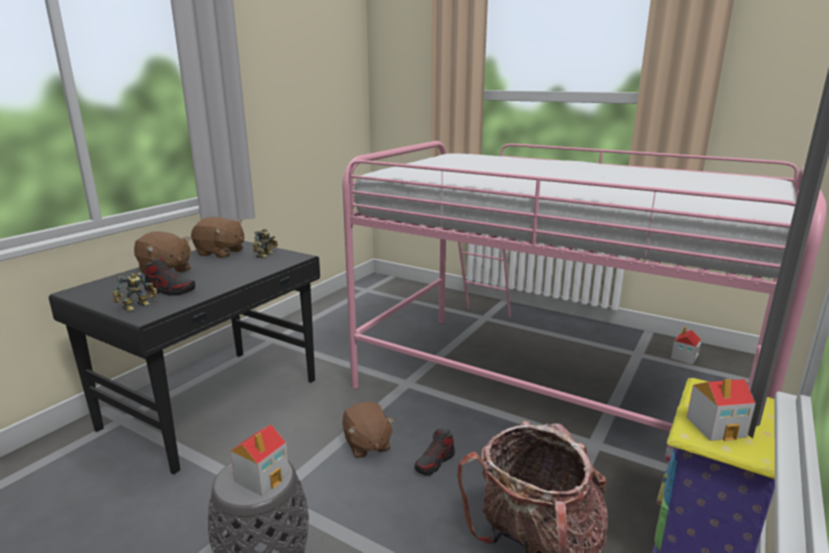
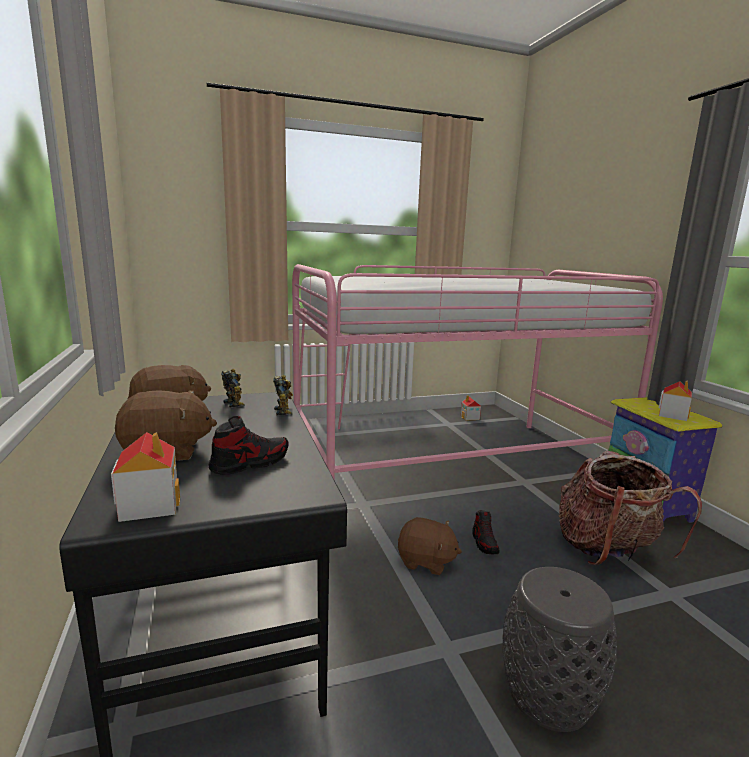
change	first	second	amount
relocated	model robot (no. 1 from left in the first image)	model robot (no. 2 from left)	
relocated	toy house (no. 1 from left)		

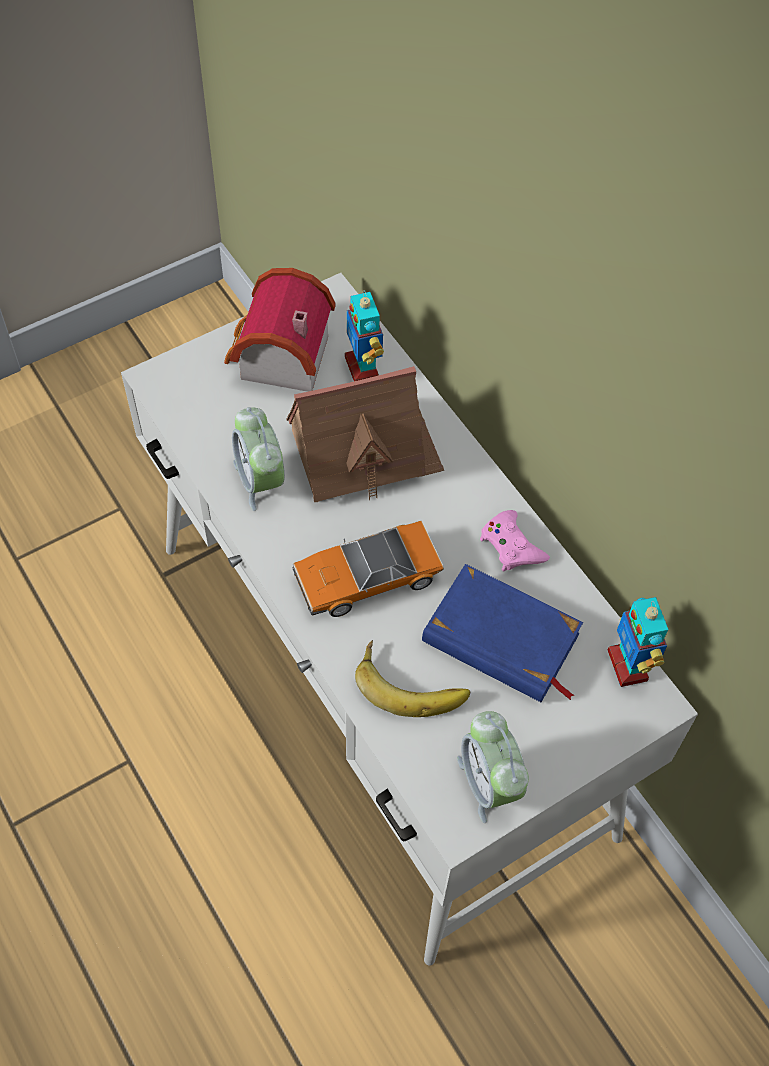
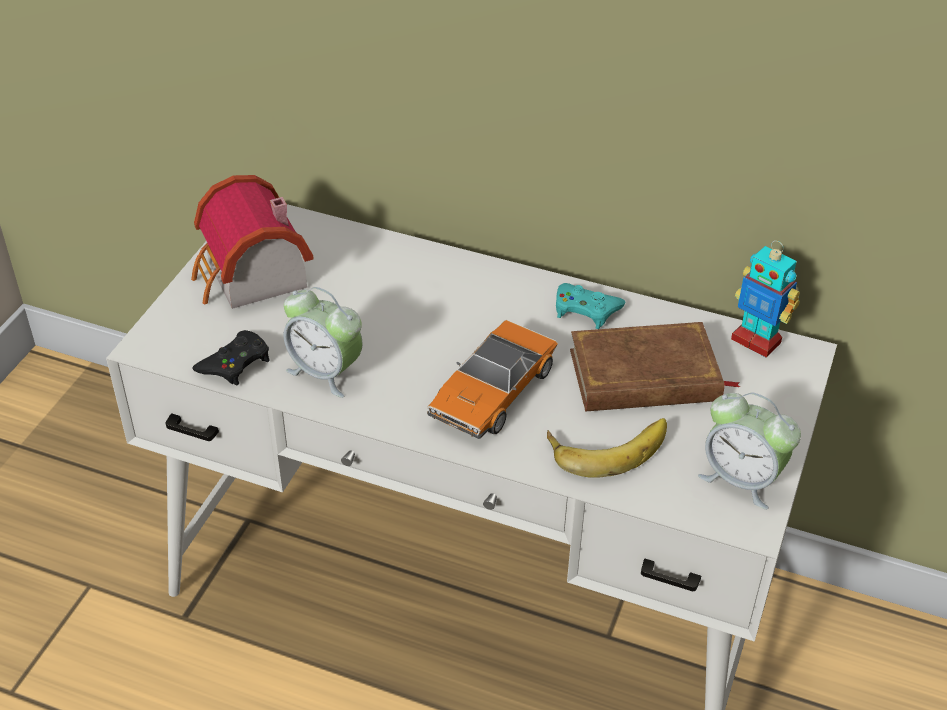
change	first	second	amount
missing	toy house (no. 2 from left)		
missing	model robot (no. 1 from left)		
colour	volume/bluish	volume/brown	
colour	game controller/pink	game controller/blue-green	
appeared		game controller/blackish	

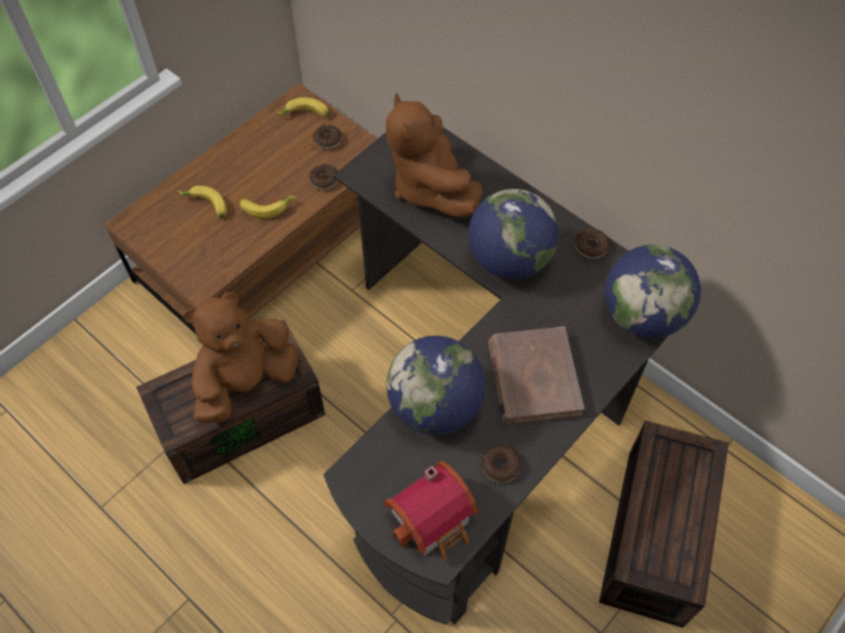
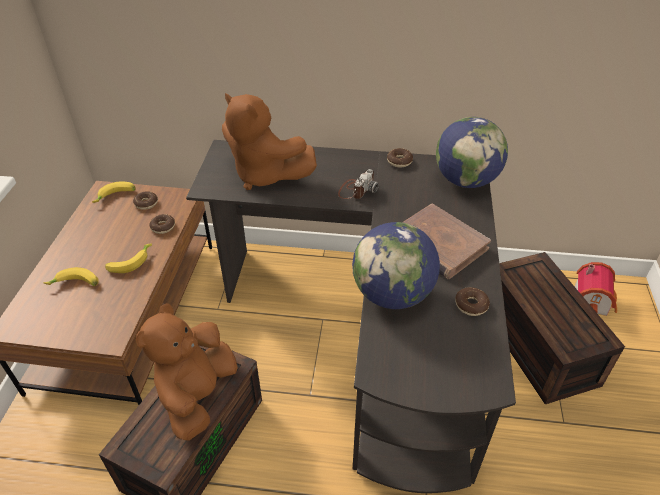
change	first	second	amount
relocated	toy house		
exchanged	desk globe (no. 2 from left)	photo camera	

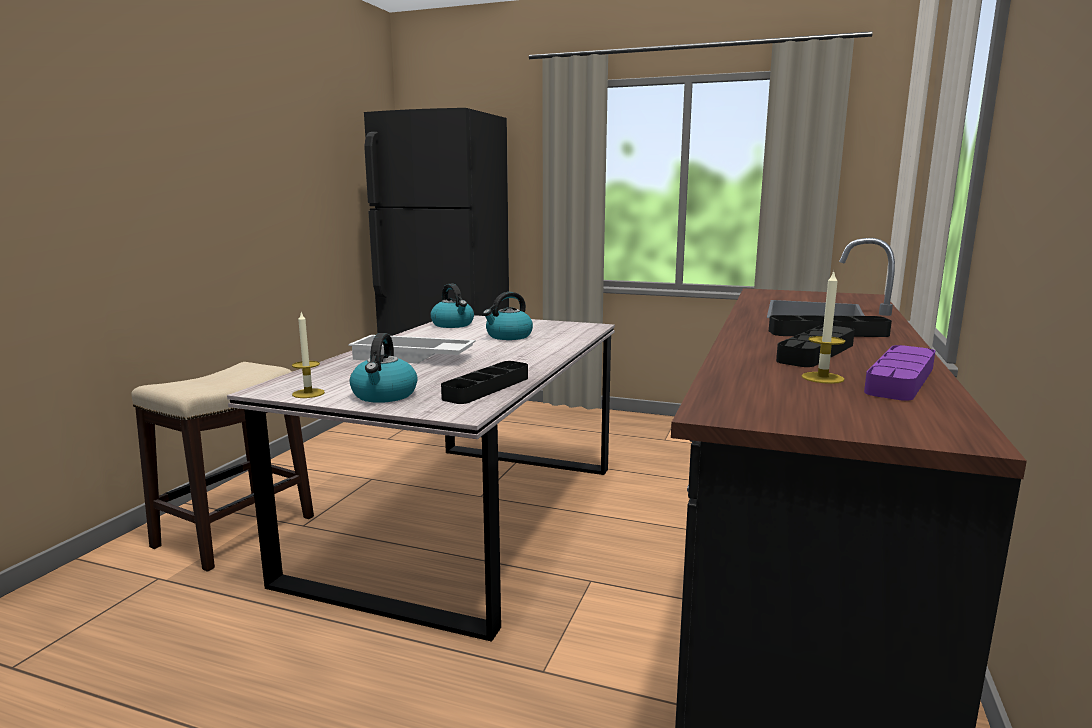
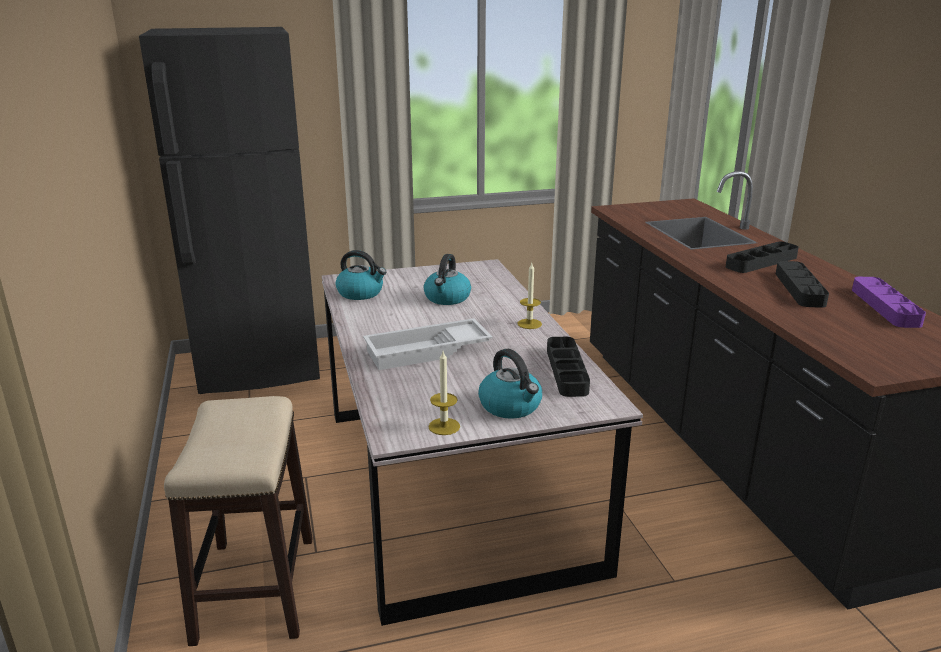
change	first	second	amount
relocated	wax candle (no. 2 from left)		

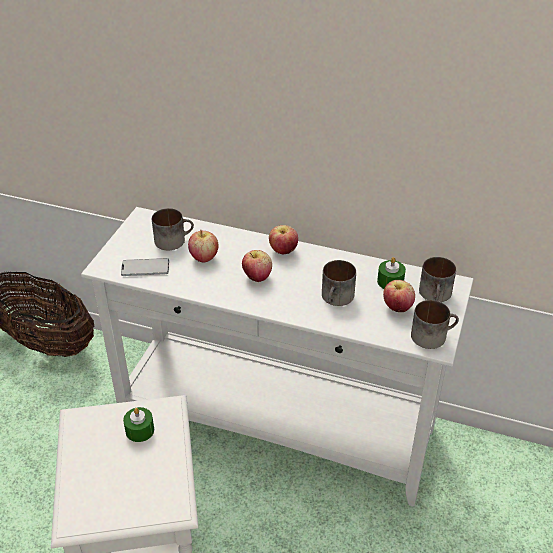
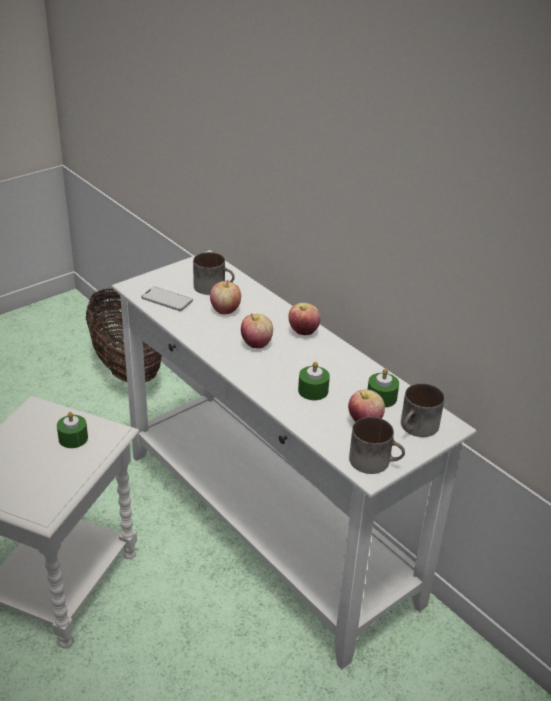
change	first	second	amount
exchanged	tea mug (no. 2 from left)	wax candle/green-coloured (no. 2 from left)	

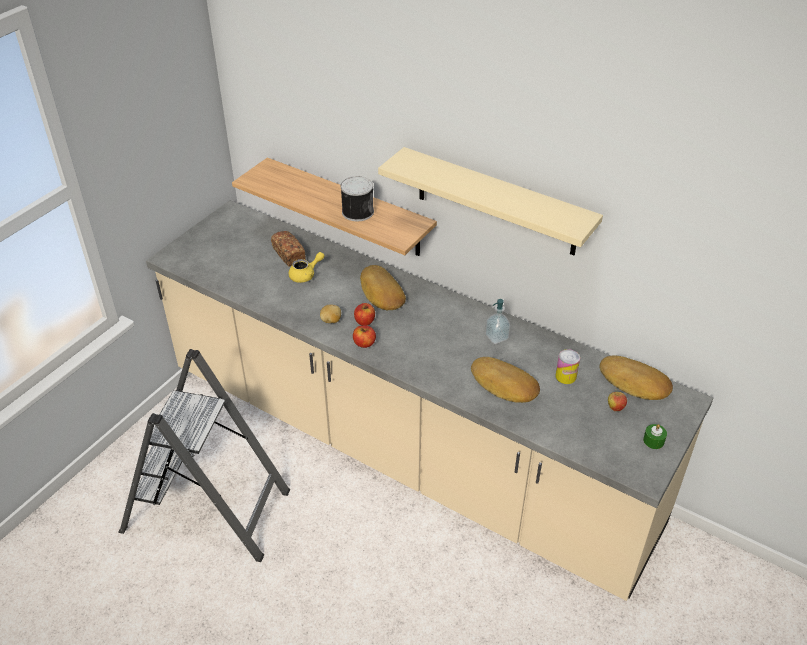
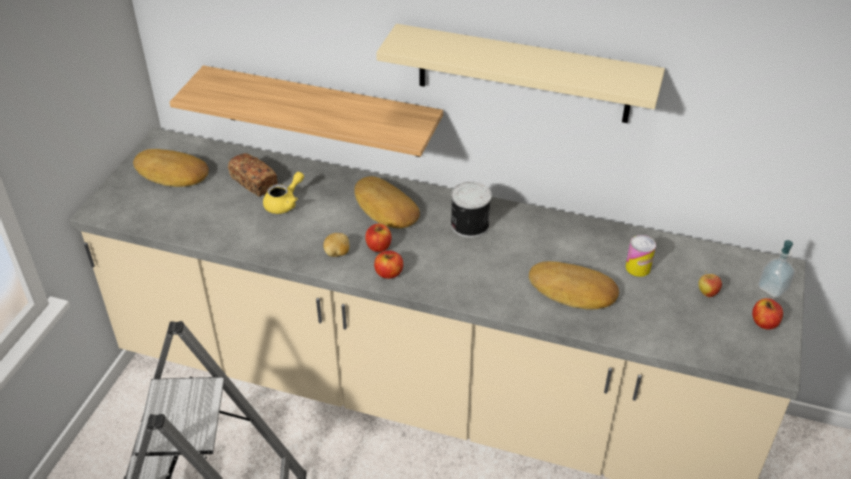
change	first	second	amount
relocated	sealed can (no. 1 from left)		
relocated	liquid soap bottle		
relocated	baked bread (no. 4 from left in the first image)	baked bread (no. 1 from left)	
exchanged	wax candle/green-coloured	whole apple (no. 4 from left)	

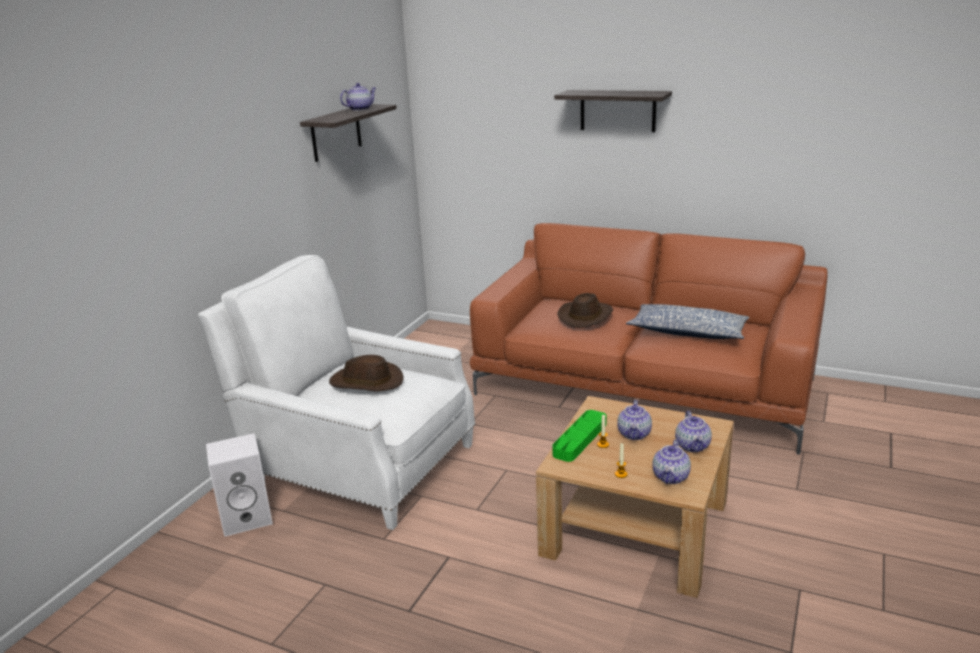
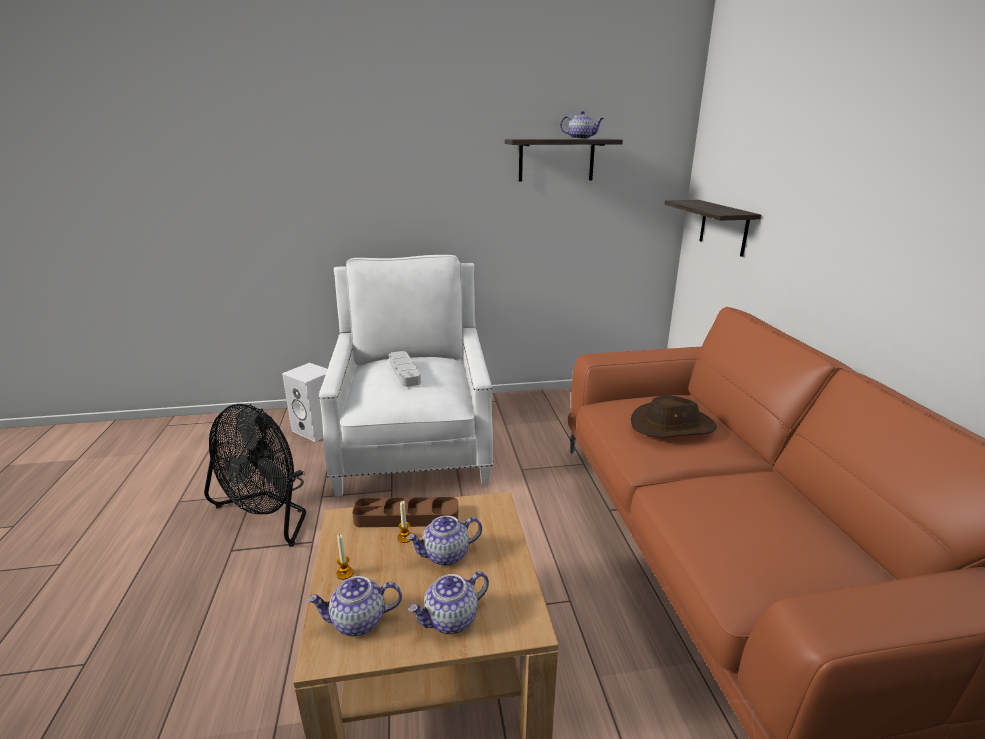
change	first	second	amount
exchanged	clothing hat/brown (no. 1 from left)	serving tray/gray	
colour	serving tray/green-coloured	serving tray/brown	
relocated	wall shelf (no. 2 from left)		
missing	pillow		
appeared		electric fan/blackish	

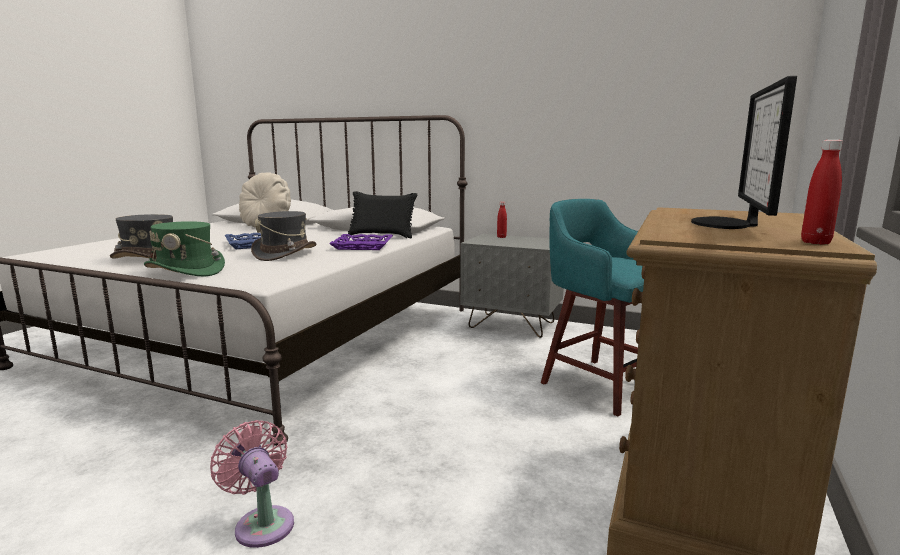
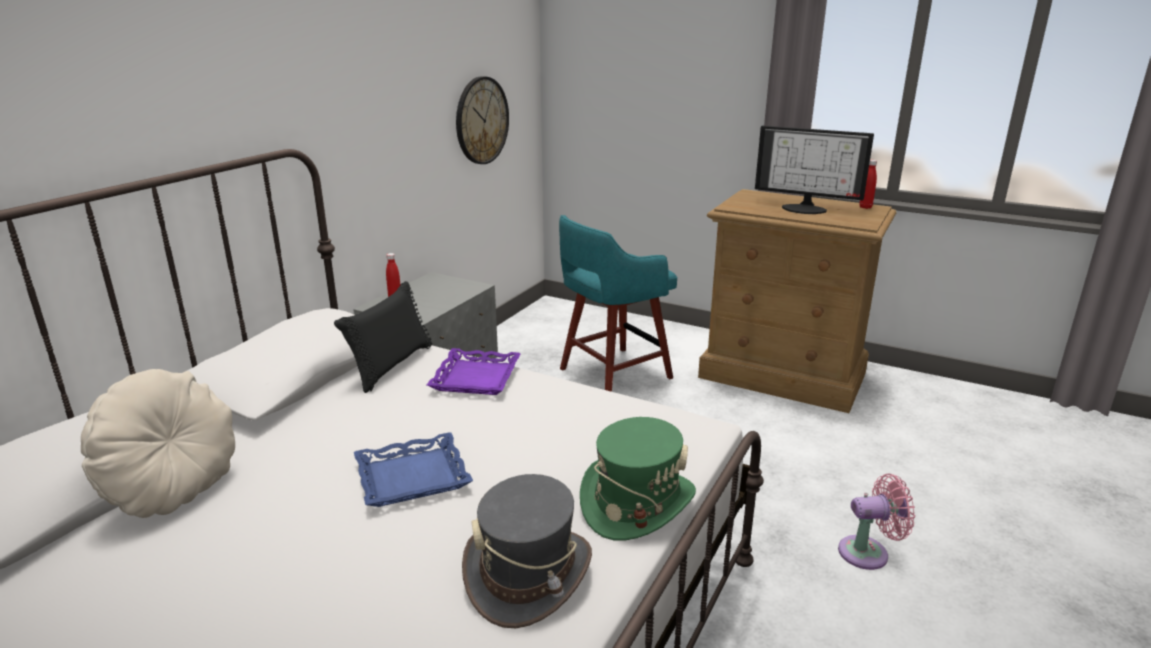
change	first	second	amount
spun	electric fan/pink		150 degrees counterclockwise
missing	clothing hat/gray (no. 2 from left)		
appeared		hanging clock	

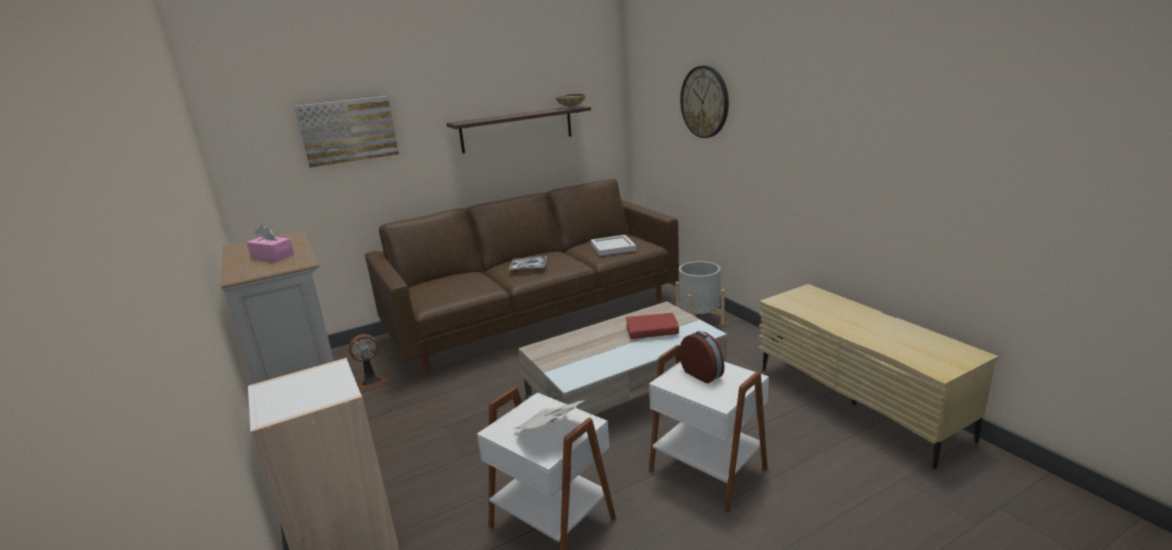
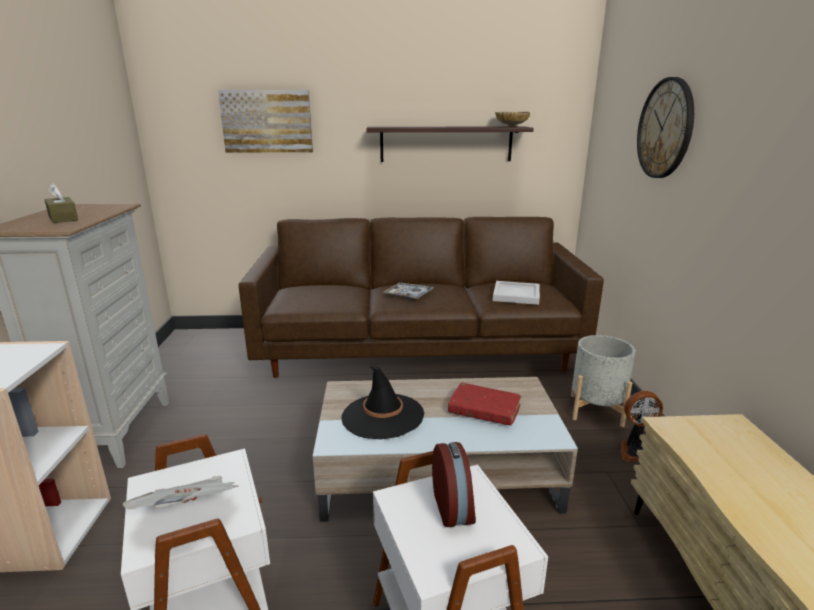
change	first	second	amount
colour	tissue holder/pink	tissue holder/brown	
relocated	electric fan		
appeared		clothing hat/blackish	

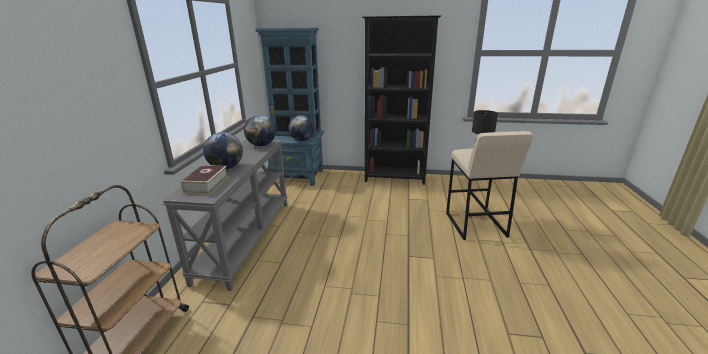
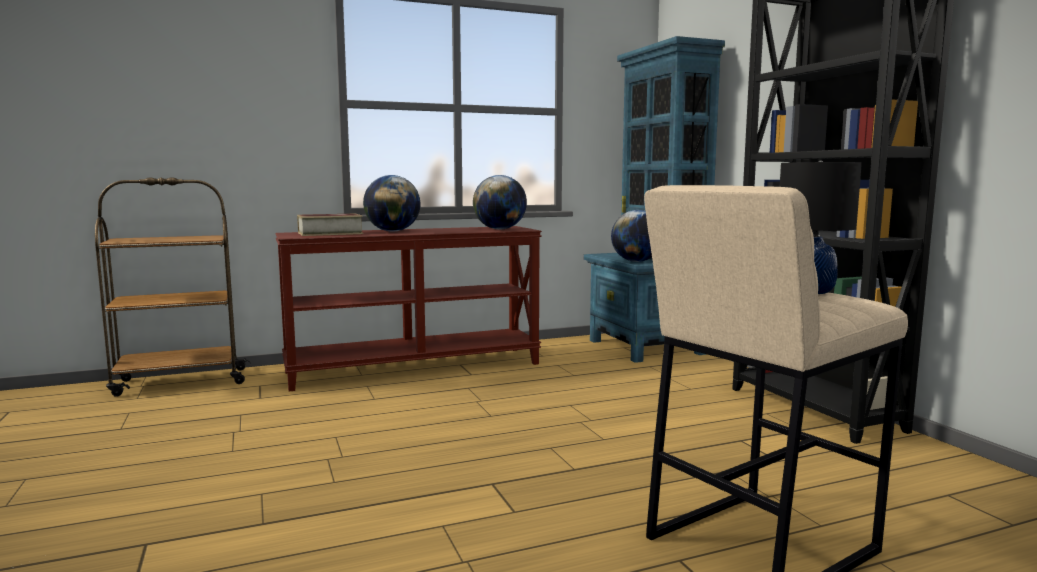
change	first	second	amount
colour	hall table/gray	hall table/brown	

